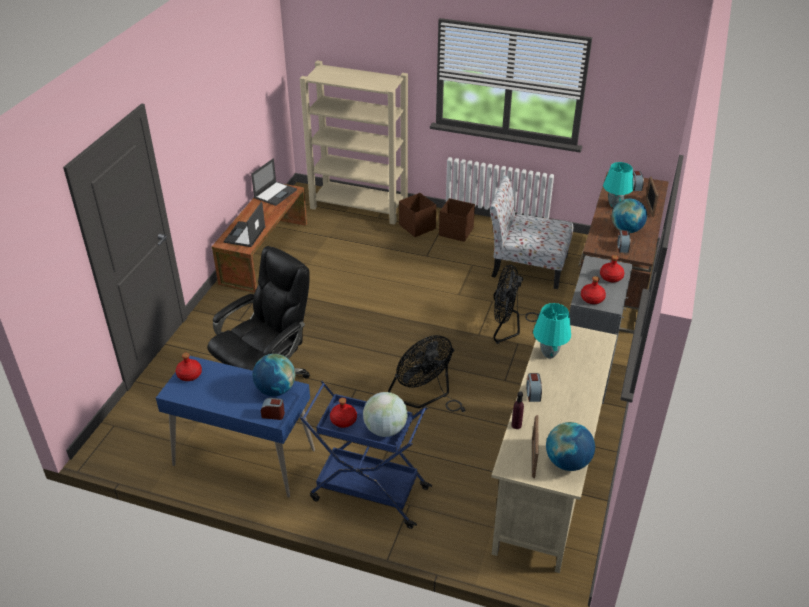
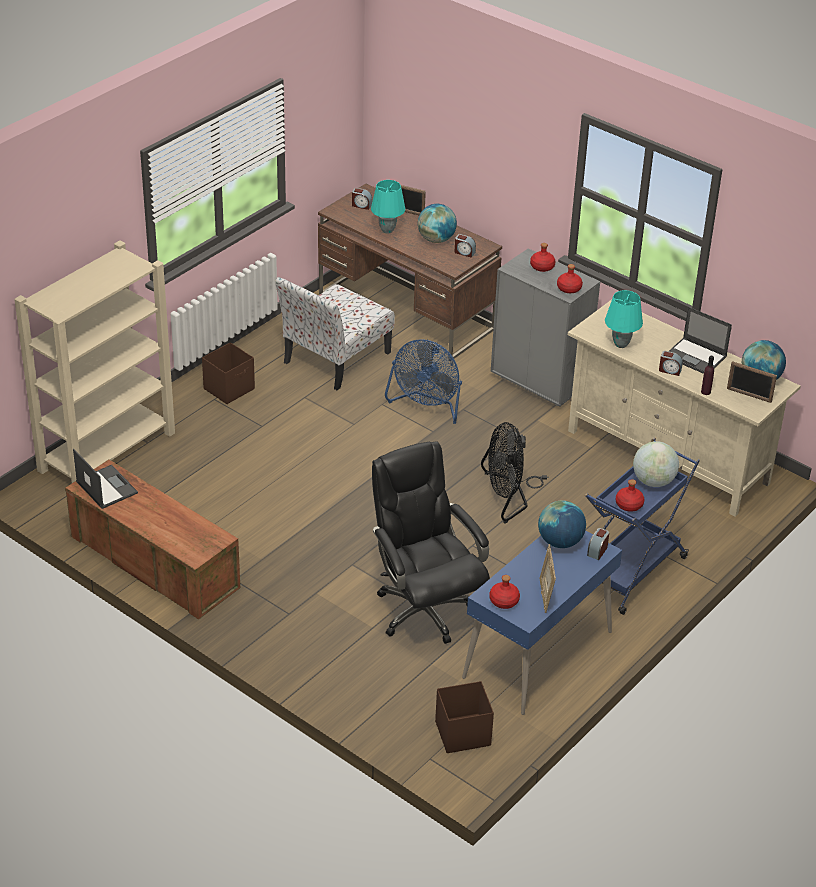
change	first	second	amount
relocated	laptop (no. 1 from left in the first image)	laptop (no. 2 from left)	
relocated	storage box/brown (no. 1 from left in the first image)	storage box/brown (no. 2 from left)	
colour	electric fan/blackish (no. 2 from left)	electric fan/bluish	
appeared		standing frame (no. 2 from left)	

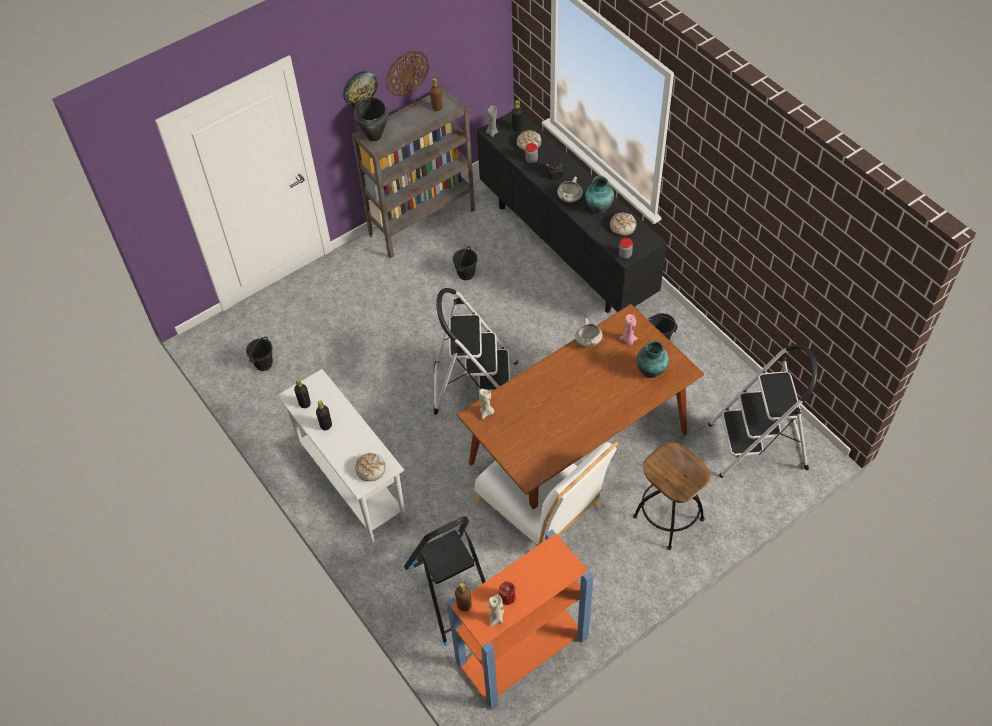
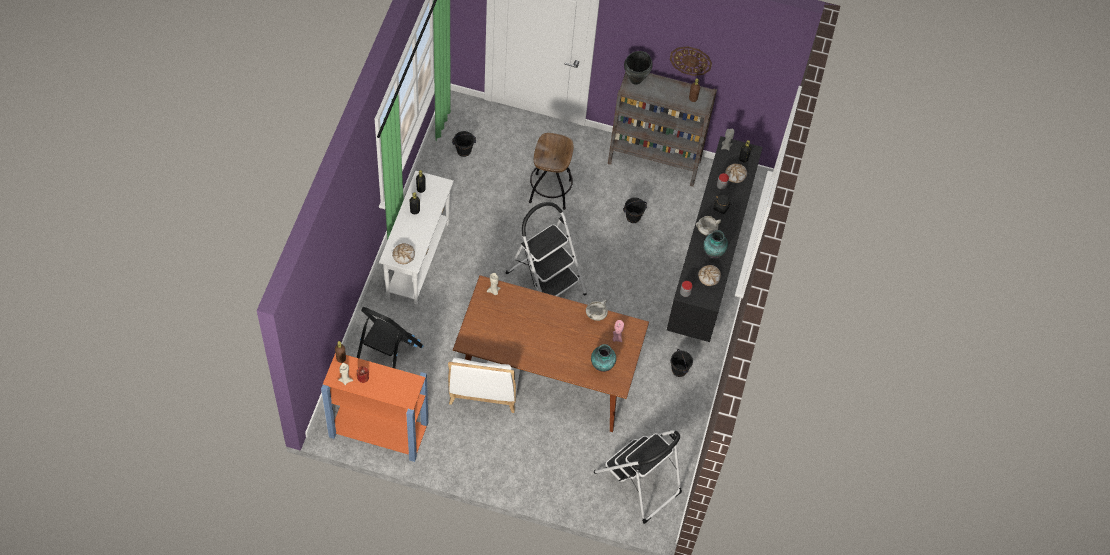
change	first	second	amount
missing	hanging clock (no. 1 from left)		
relocated	stool seat/brown		

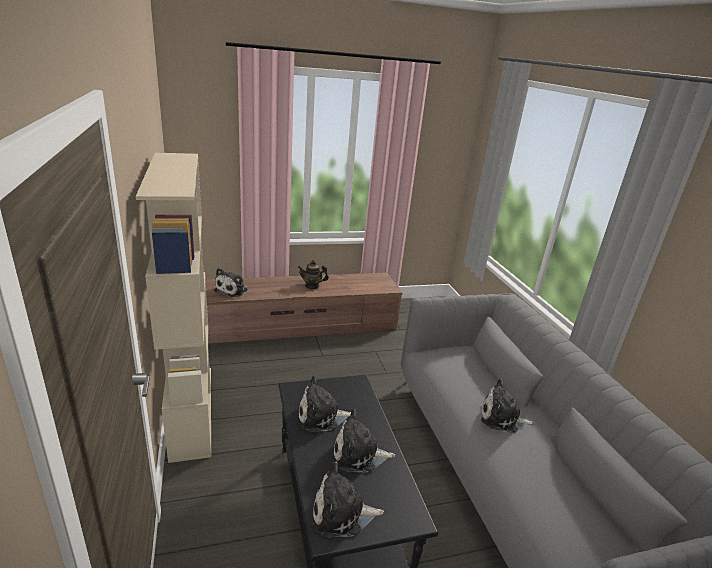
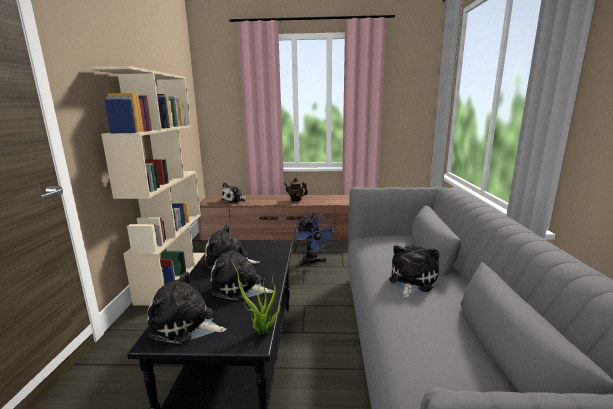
change	first	second	amount
spun	cuddly toy (no. 5 from left)		90 degrees clockwise
appeared		houseplant	
appeared		electric fan/bluish	

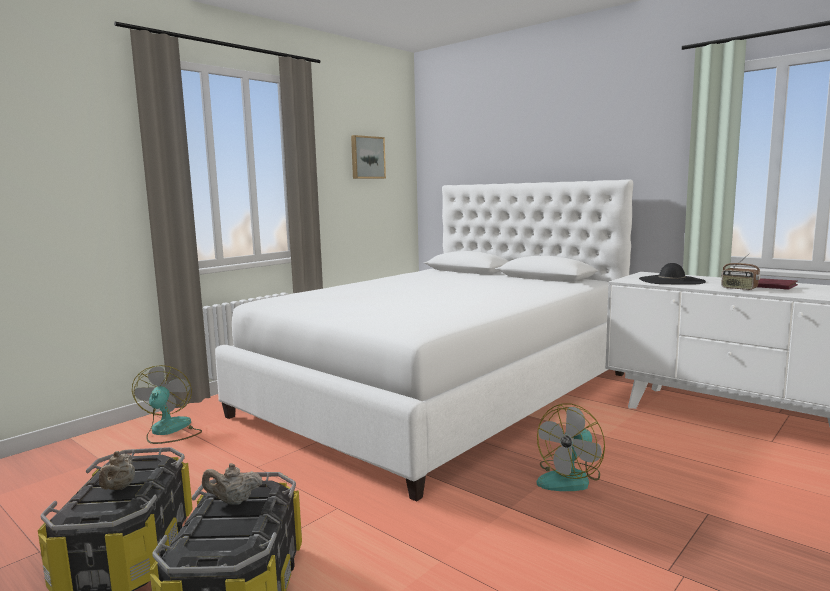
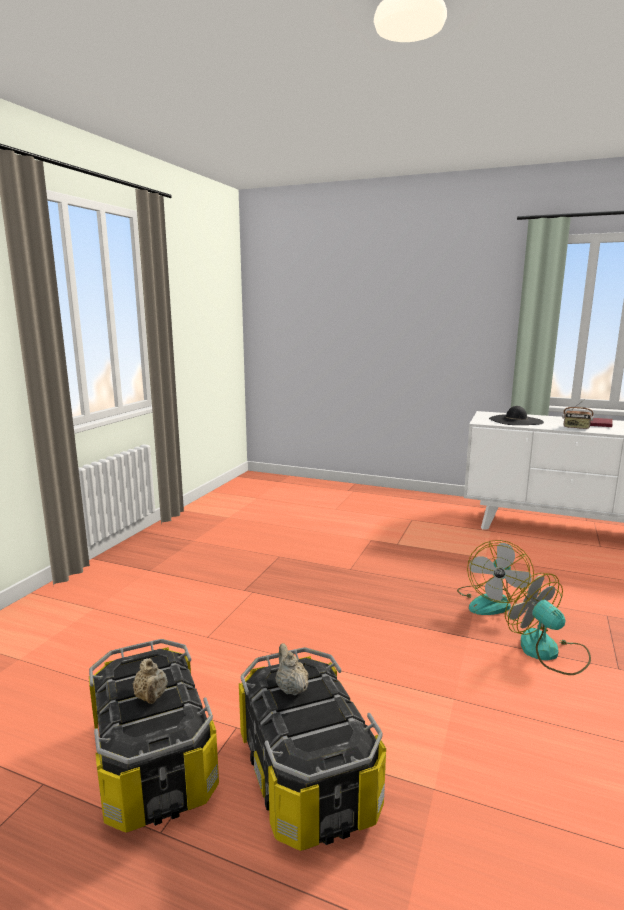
change	first	second	amount
relocated	electric fan (no. 1 from left in the first image)	electric fan (no. 2 from left)	
spun	pot for tea/sand-coloured (no. 2 from left)		90 degrees clockwise
missing	sleeping bed/whitish		
missing	wall picture		

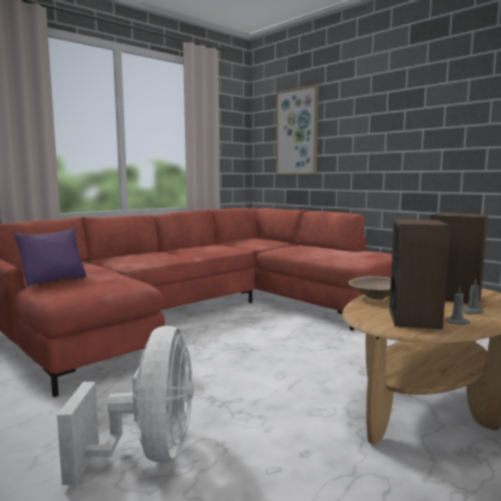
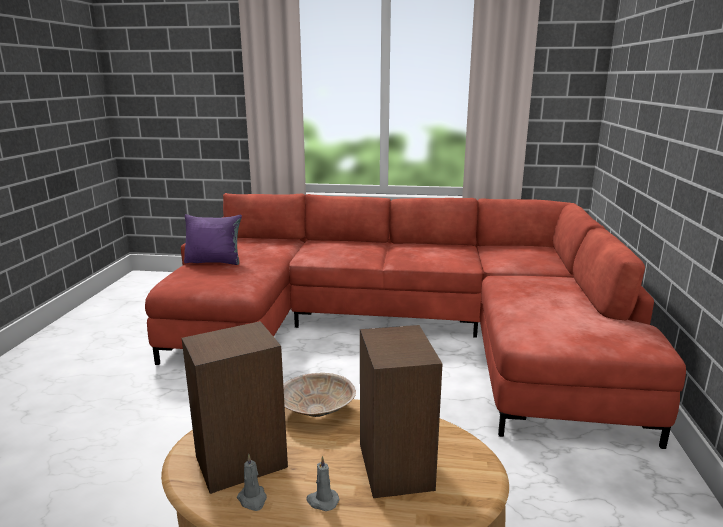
change	first	second	amount
missing	electric fan/whitish		
missing	wall picture		

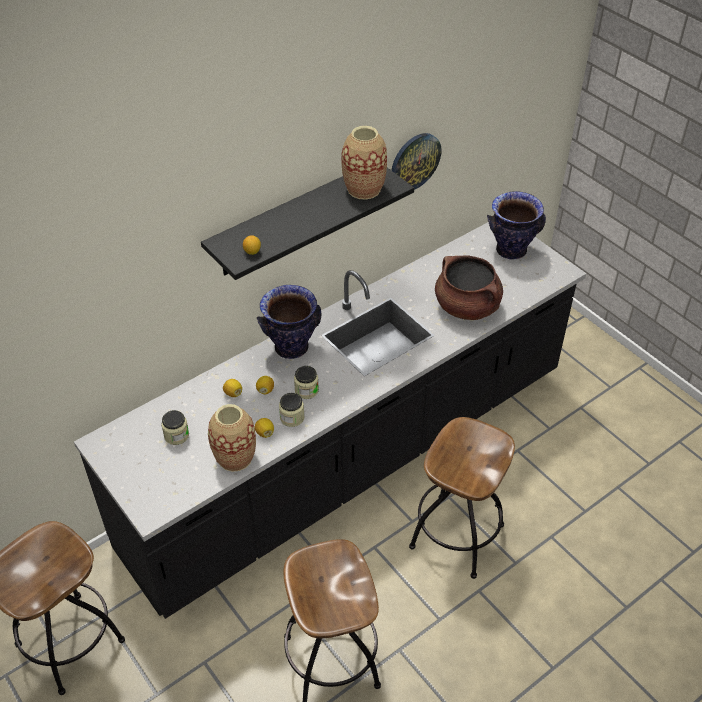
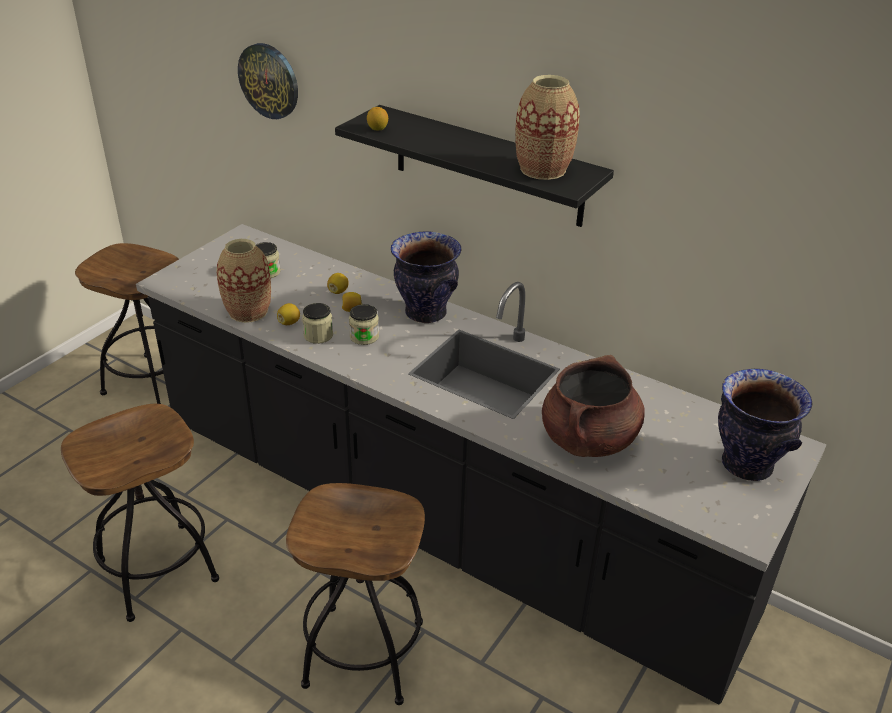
change	first	second	amount
relocated	hanging clock		

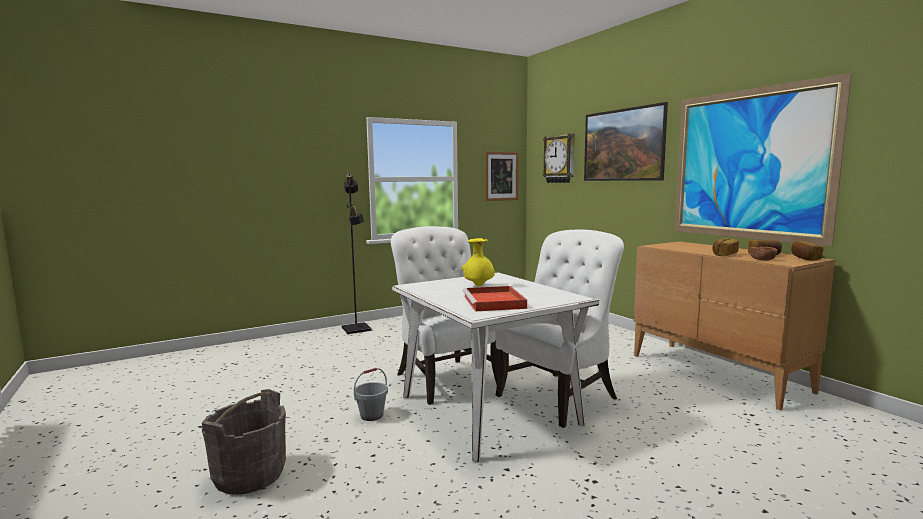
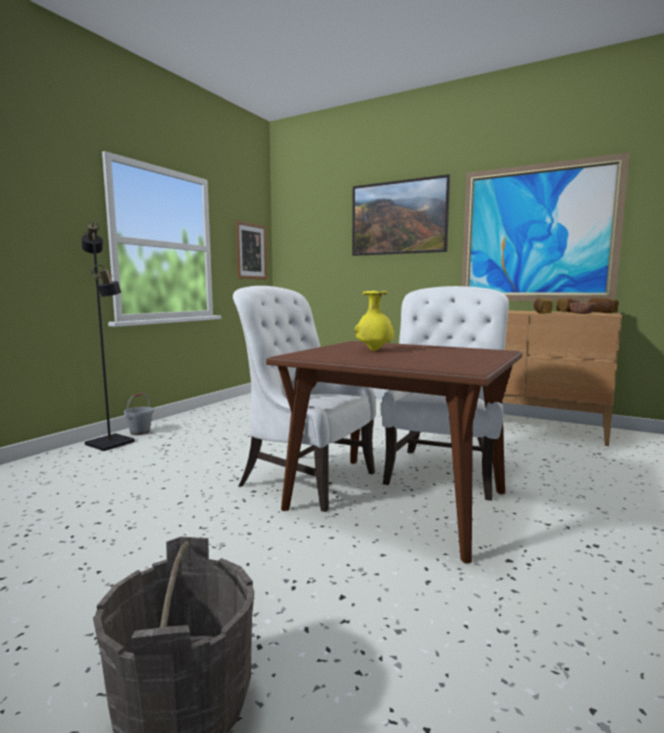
change	first	second	amount
relocated	pail/gray (no. 2 from left in the first image)	pail/gray (no. 1 from left)	
colour	dinner table/whitish	dinner table/brown	
missing	serving tray/red-coloured		
missing	hanging clock		

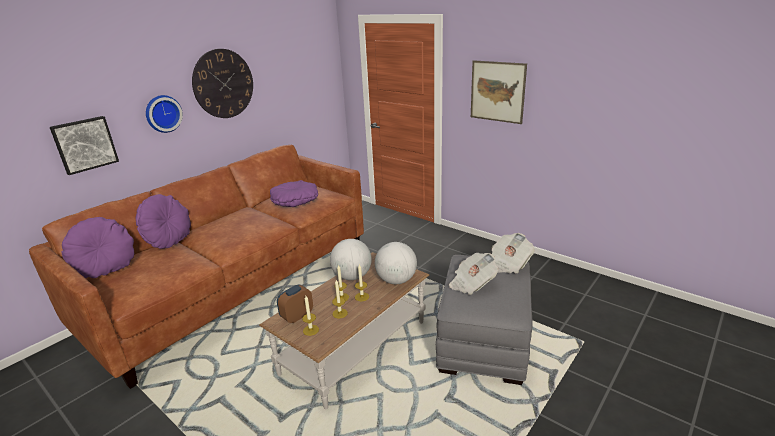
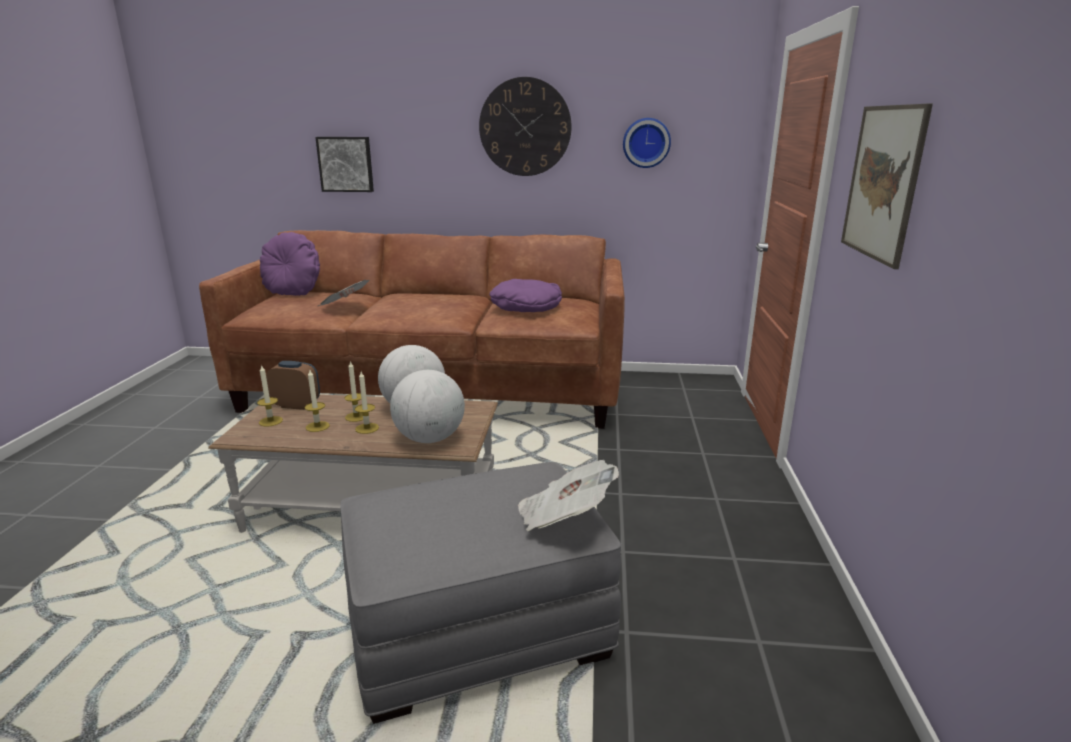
change	first	second	amount
missing	pillow/purple (no. 2 from left)		
relocated	hanging clock (no. 1 from left in the first image)	hanging clock (no. 2 from left)	
relocated	daily paper (no. 1 from left)		

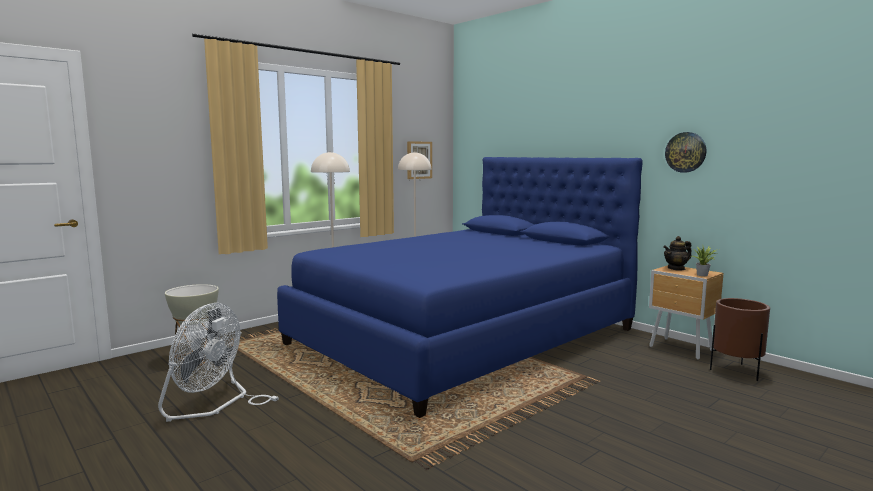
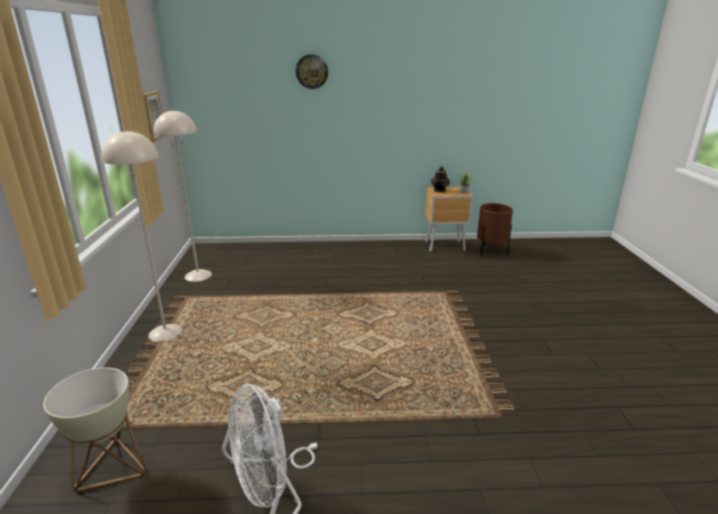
change	first	second	amount
missing	sleeping bed/bluish		
relocated	hanging clock		

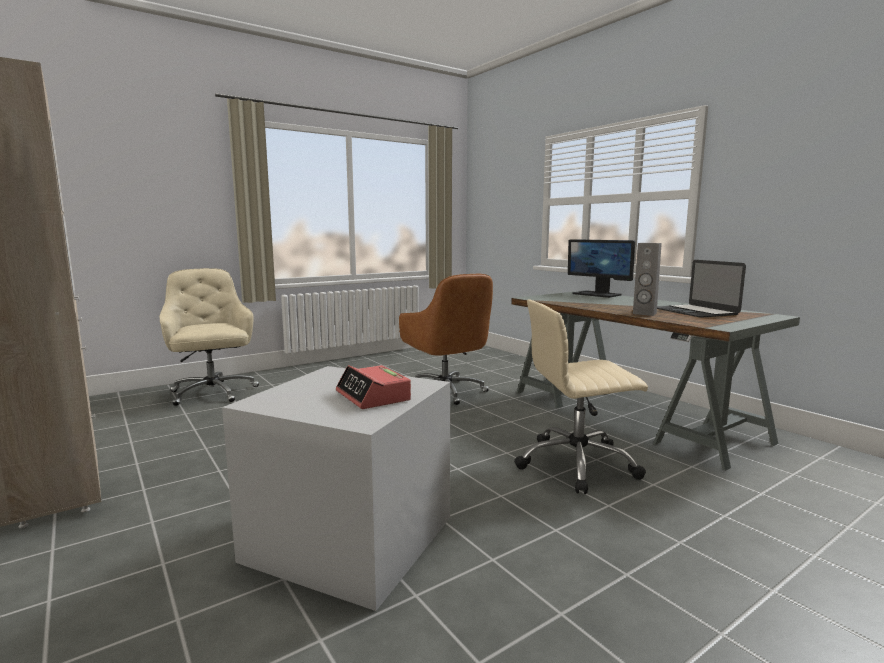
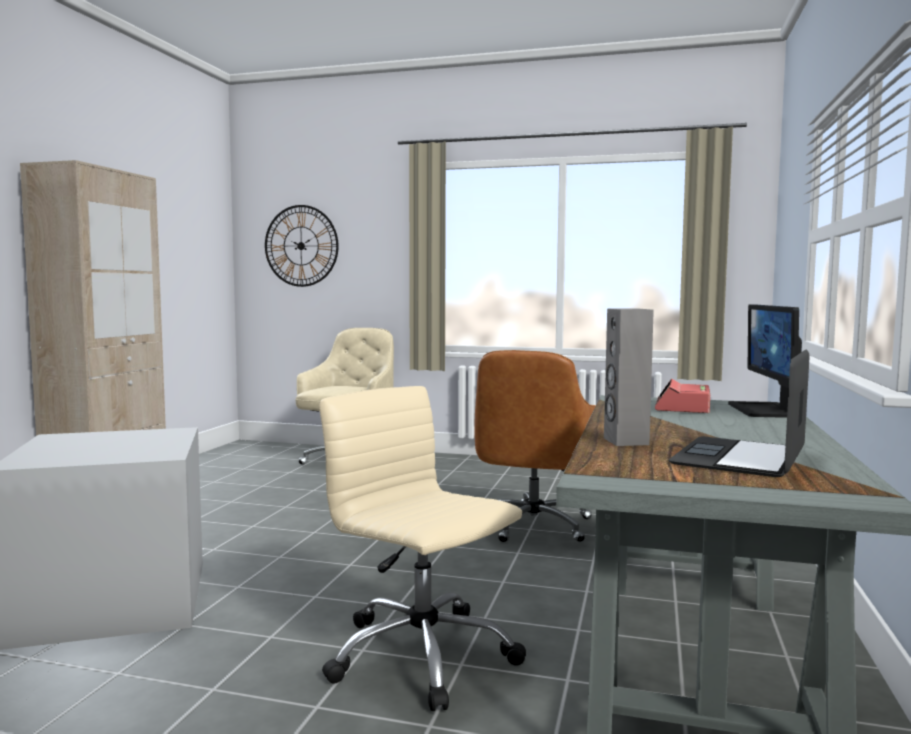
change	first	second	amount
relocated	alarm clock		
appeared		hanging clock	

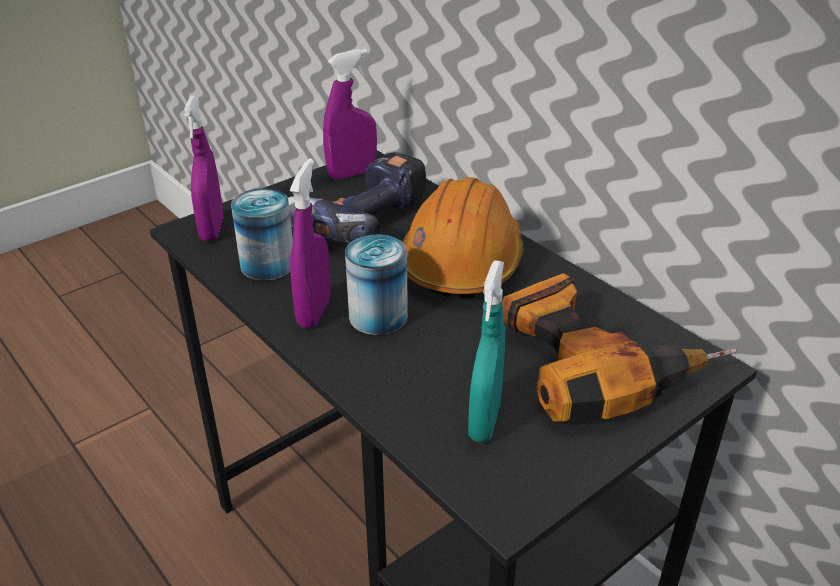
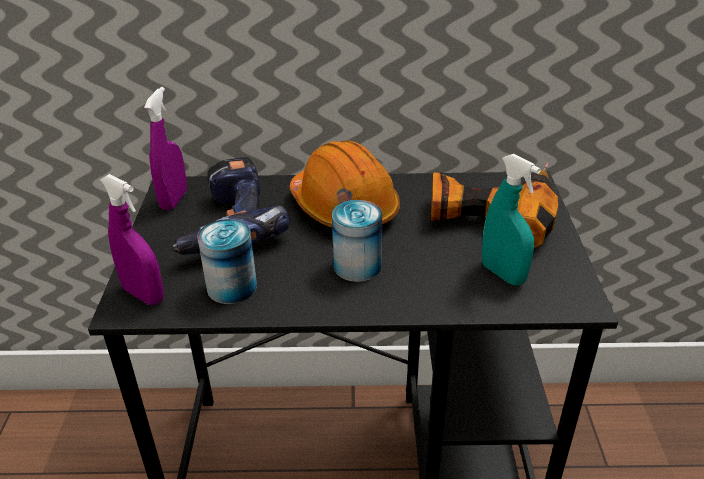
change	first	second	amount
missing	sprayer/purple (no. 2 from left)		

